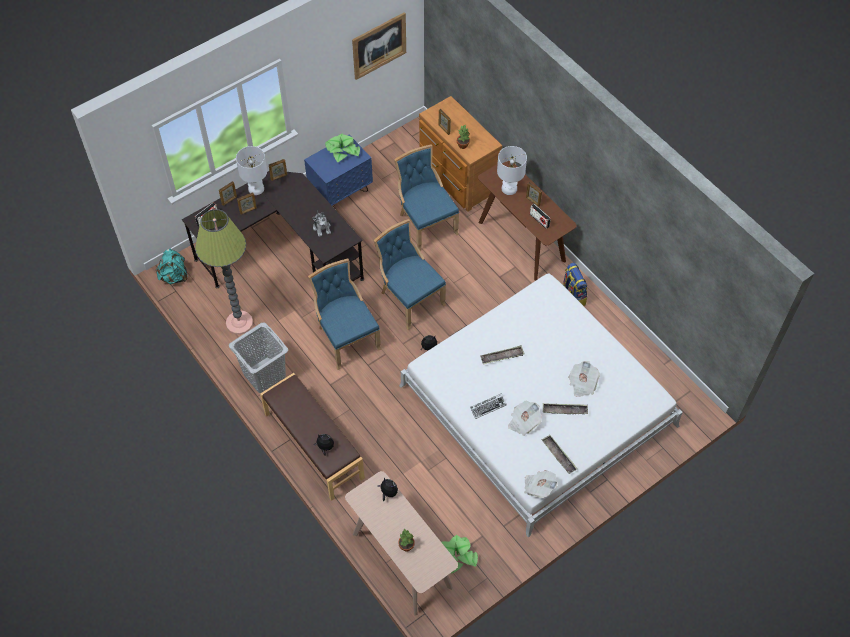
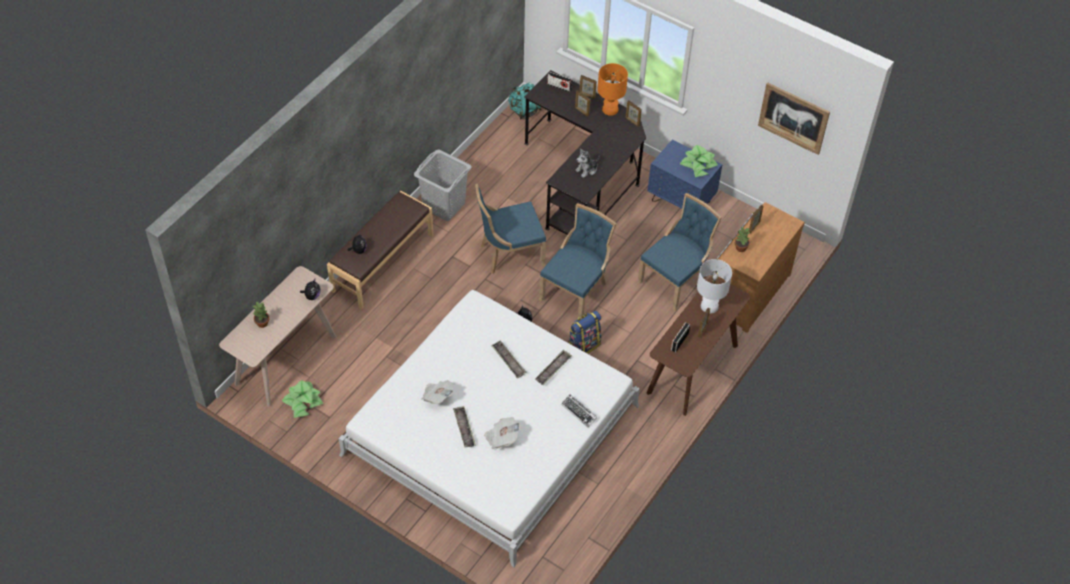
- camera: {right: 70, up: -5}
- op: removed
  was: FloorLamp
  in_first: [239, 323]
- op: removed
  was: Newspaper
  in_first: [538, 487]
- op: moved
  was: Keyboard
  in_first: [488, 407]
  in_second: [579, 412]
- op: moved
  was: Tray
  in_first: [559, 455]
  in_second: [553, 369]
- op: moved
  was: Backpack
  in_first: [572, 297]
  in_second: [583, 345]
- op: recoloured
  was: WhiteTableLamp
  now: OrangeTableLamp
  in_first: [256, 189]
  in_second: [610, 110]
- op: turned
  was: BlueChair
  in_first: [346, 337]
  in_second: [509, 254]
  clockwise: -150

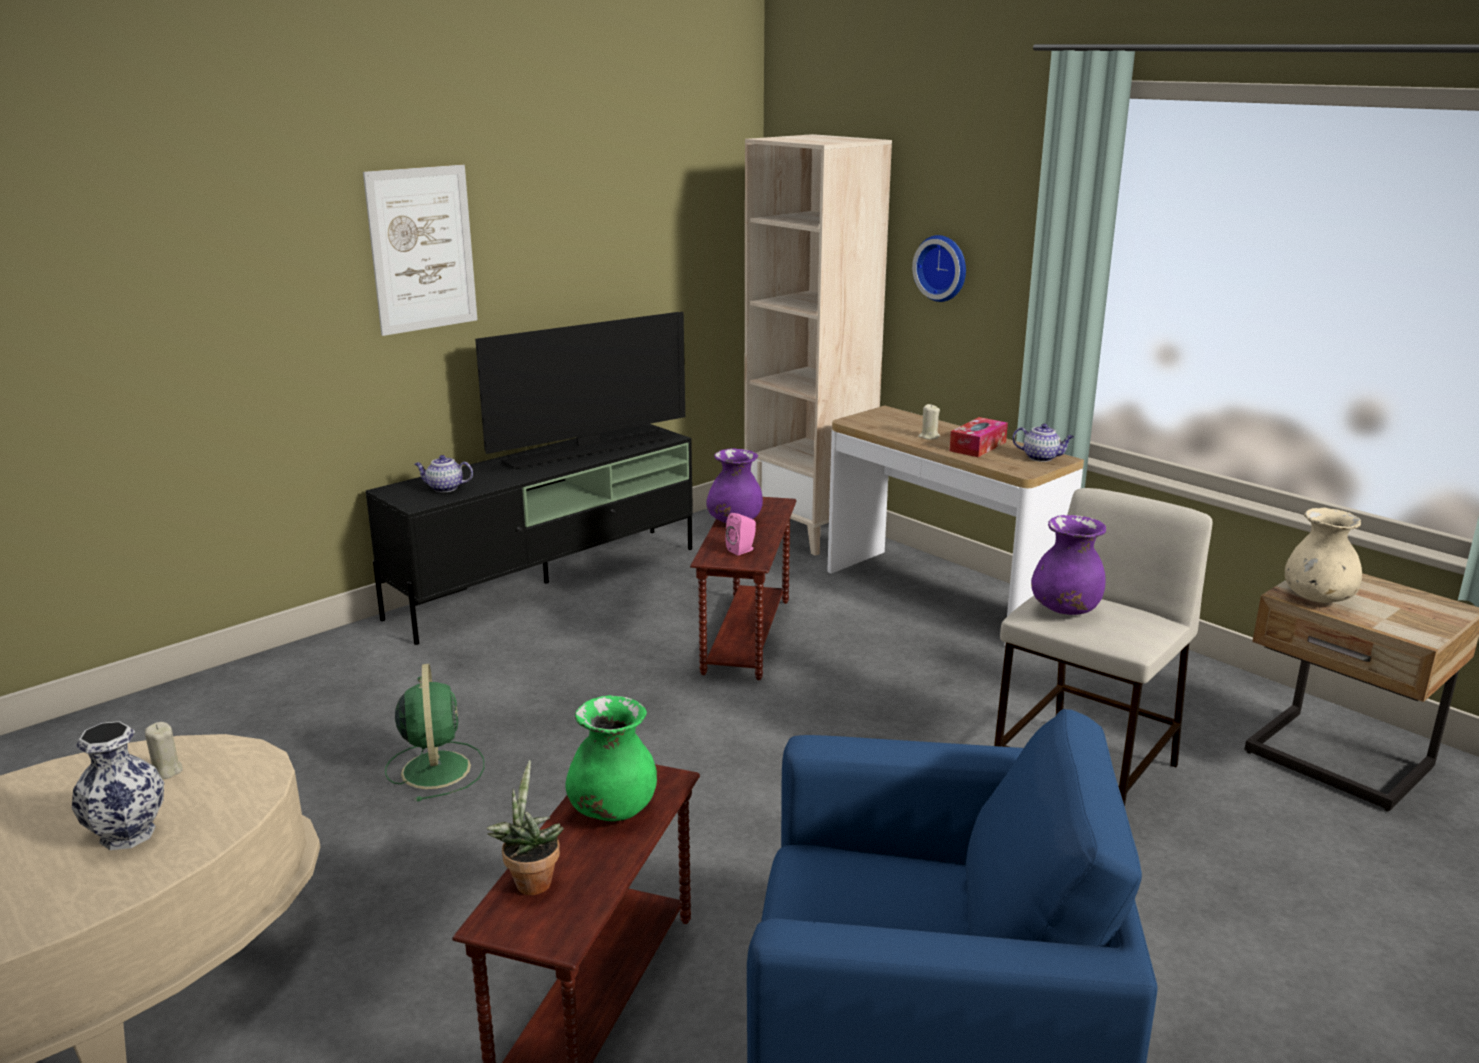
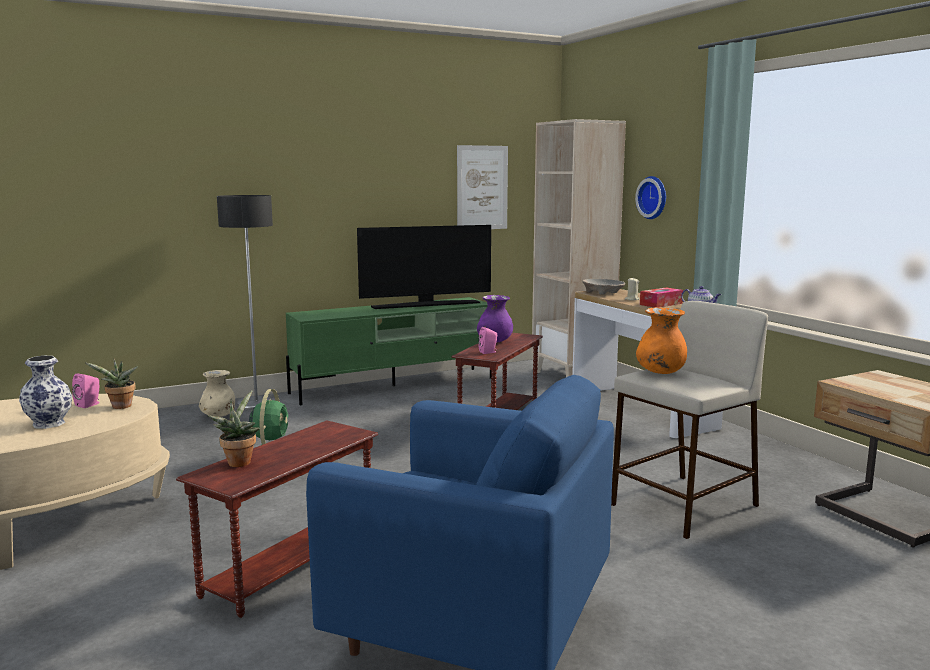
- camera: {right: 15, up: -10}
- op: removed
  was: Teapot
  in_first: [444, 488]
- op: removed
  was: GreenVase
  in_first: [612, 810]
- op: added
  now: PottedPlant
  in_second: [120, 407]
- op: added
  now: FloorLamp
  in_second: [256, 404]
- op: added
  now: BeigeBowl
  in_second: [603, 292]
- op: moved
  was: Picture
  in_first: [422, 249]
  in_second: [482, 188]
- op: moved
  was: BeigeVase
  in_first: [1317, 599]
  in_second: [218, 416]
- op: replaced
  was: BeigeCandle
  now: PinkSpeaker
  in_first: [165, 771]
  in_second: [89, 404]
- op: recoloured
  was: BlackTvStand
  now: GreenTvStand
  in_first: [548, 582]
  in_second: [395, 385]
- op: recoloured
  was: PurpleVase
  now: OrangeVase
  in_first: [1065, 610]
  in_second: [660, 372]

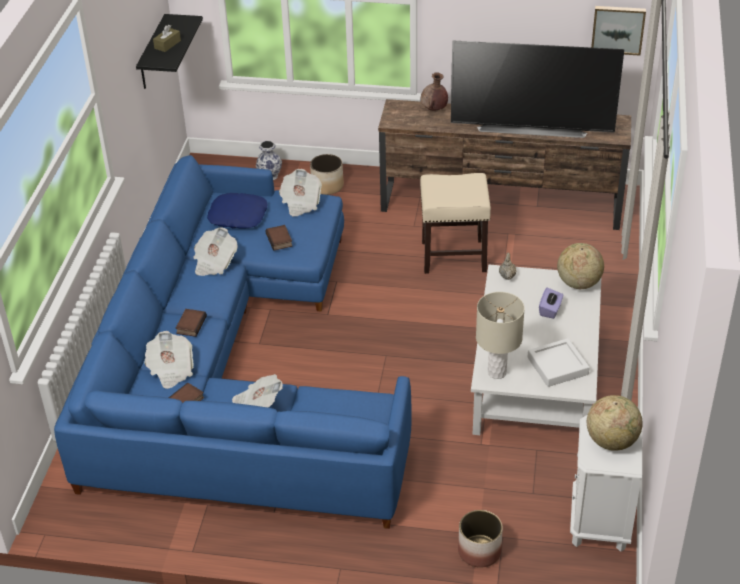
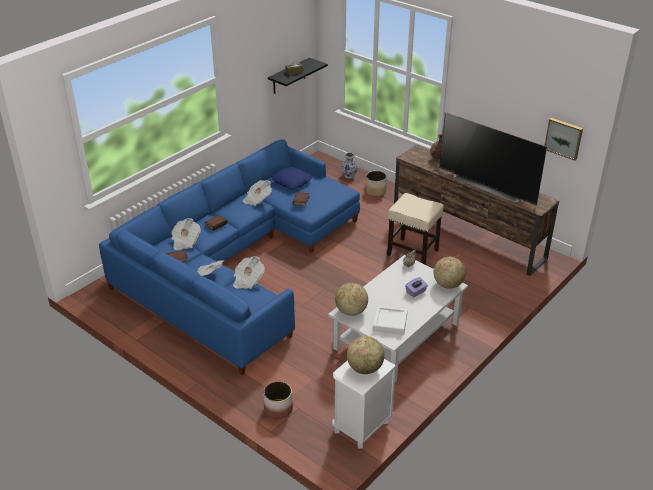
- camera: {right: 30, up: -5}
- op: moved
  was: Newspaper
  in_first: [300, 203]
  in_second: [247, 280]
- op: replaced
  was: BeigeTableLamp
  now: Globe
  in_first: [496, 372]
  in_second: [351, 311]

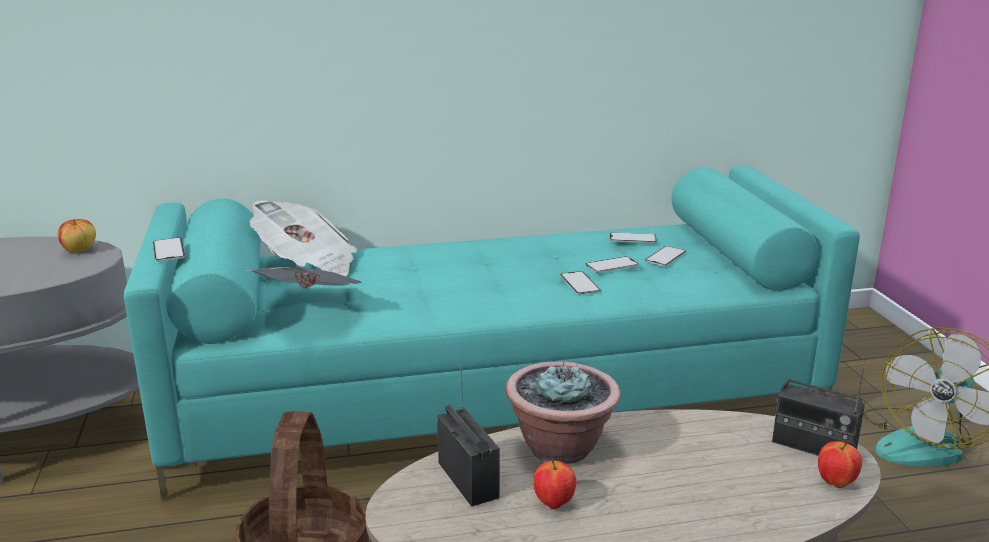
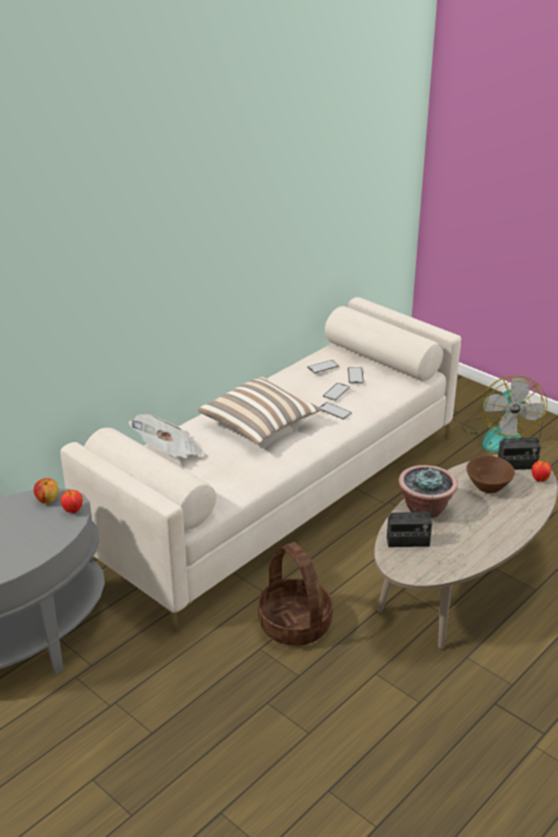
- camera: {right: -35, up: 10}
- op: removed
  was: Phone
  in_first: [168, 250]
- op: removed
  was: Newspaper
  in_first: [311, 306]
- op: added
  now: Pillow
  in_second: [259, 425]
- op: added
  now: BrownBowl
  in_second: [486, 487]
- op: moved
  was: Apple
  in_first: [554, 503]
  in_second: [73, 510]
- op: recoloured
  was: TurquoiseSofa
  now: BeigeSofa
  in_first: [496, 397]
  in_second: [279, 493]
- op: turned
  was: Radio
  in_first: [468, 480]
  in_second: [408, 542]
  clockwise: 150

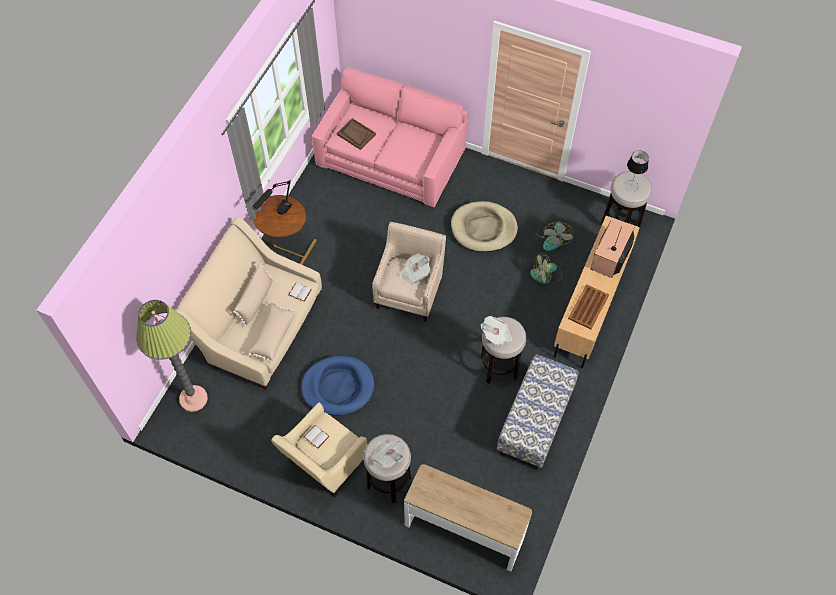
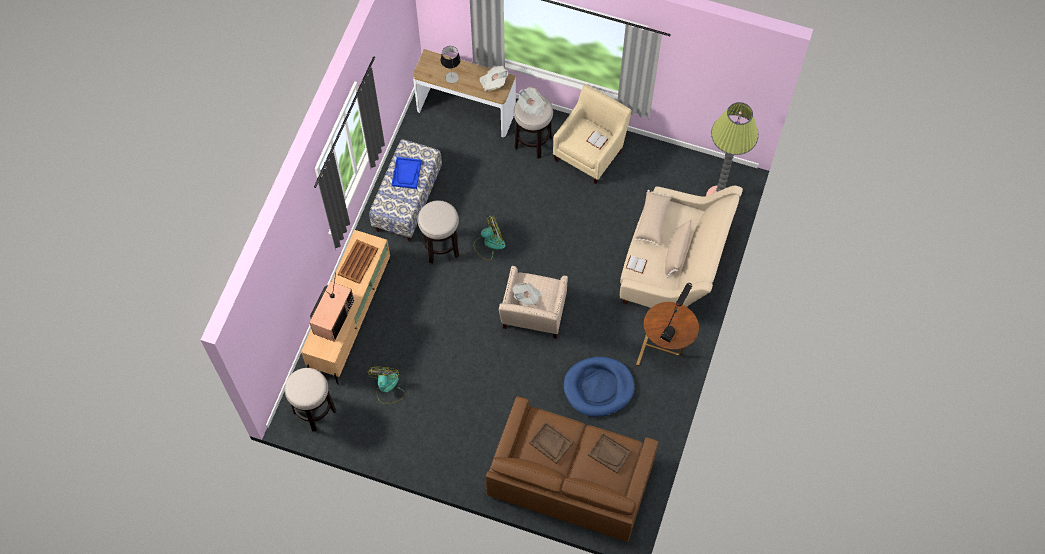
- camera: {right: 175, up: 5}
- op: removed
  was: BeigeDogBed
  in_first: [483, 228]
- op: added
  now: BlueTray
  in_second: [406, 173]
- op: added
  now: BrownTray
  in_second: [550, 443]
- op: moved
  was: BlueDogBed
  in_first: [338, 387]
  in_second: [598, 388]
- op: moved
  was: Newspaper
  in_first: [496, 335]
  in_second: [493, 82]
- op: moved
  was: Fan
  in_first: [546, 275]
  in_second: [489, 243]
- op: moved
  was: TableLamp
  in_first: [631, 186]
  in_second: [451, 77]
- op: recoloured
  was: PinkSofa
  now: BrownSofa
  in_first: [391, 157]
  in_second: [570, 477]

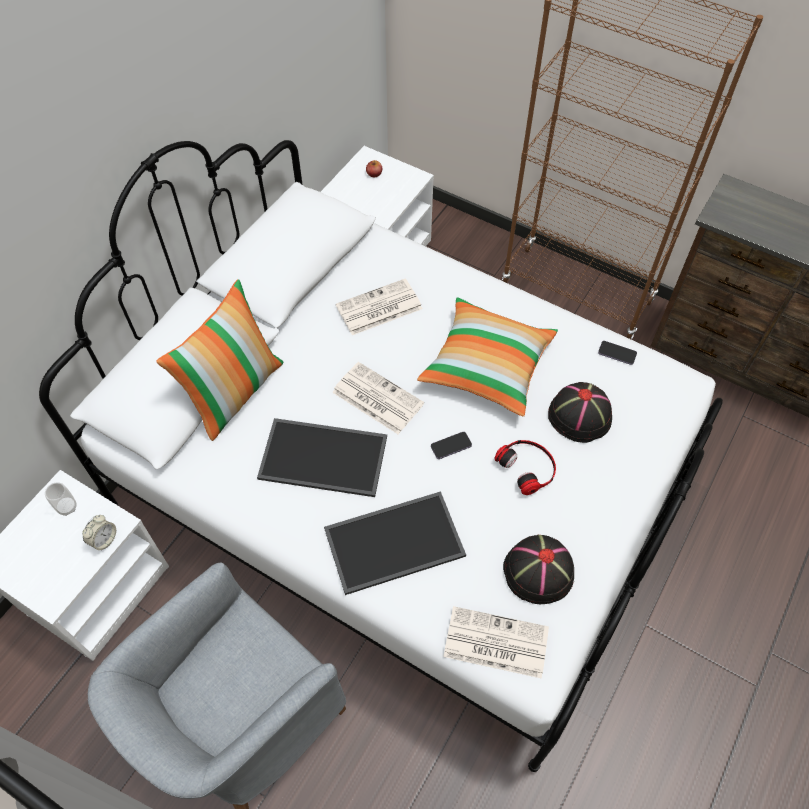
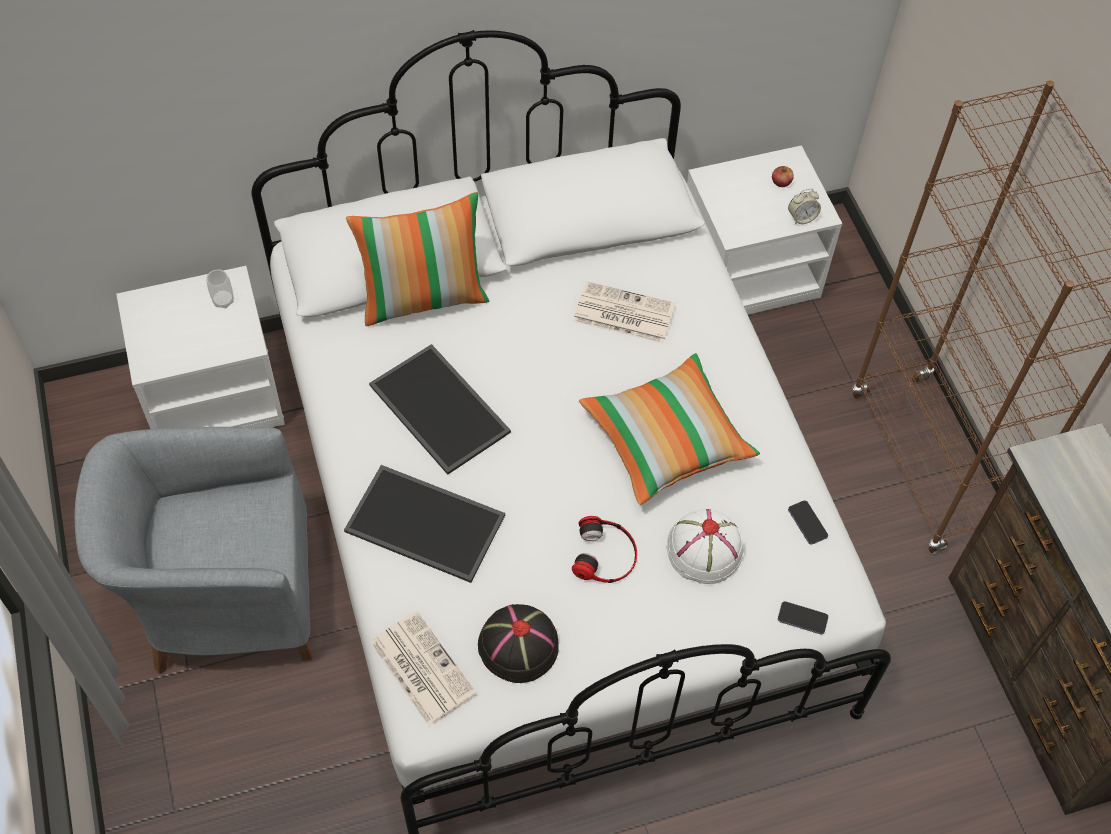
- camera: {right: 40, up: 0}
- op: removed
  was: Newspaper
  in_first: [376, 398]
- op: moved
  was: AlarmClock
  in_first: [104, 539]
  in_second: [801, 218]
- op: moved
  was: Phone
  in_first: [451, 446]
  in_second: [802, 618]
- op: recoloured
  was: BlackHat
  now: WhiteHat
  in_first: [580, 416]
  in_second: [704, 550]

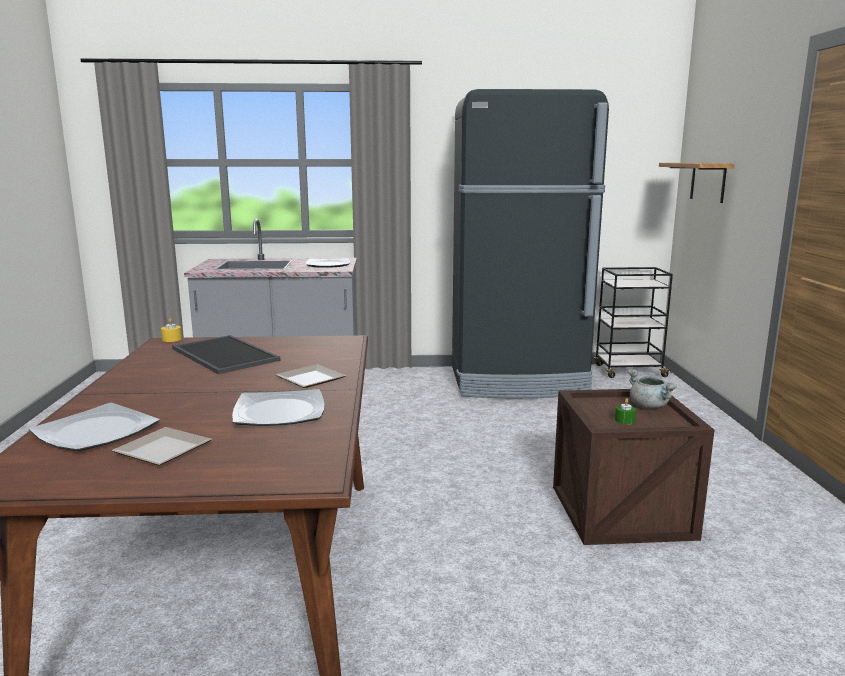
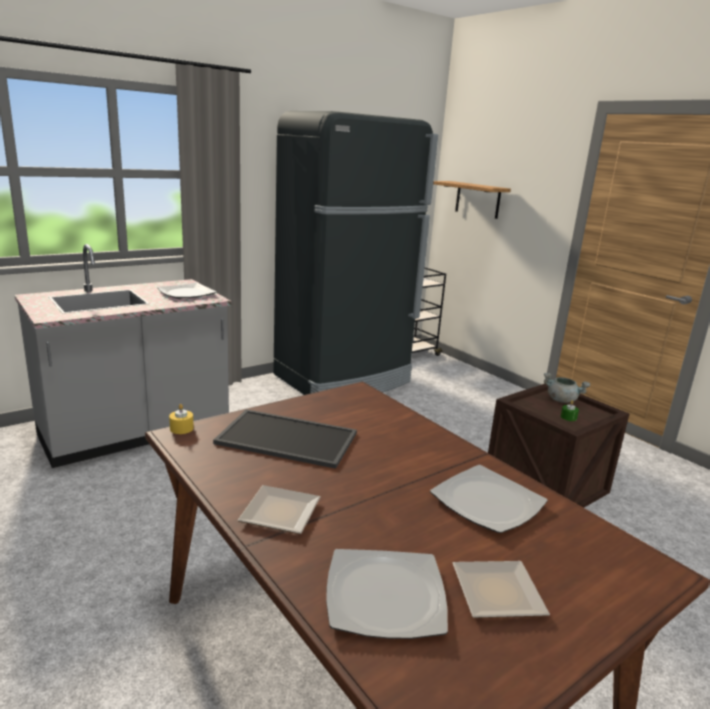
- camera: {right: -35, up: 5}
- op: moved
  was: Plate
  in_first: [308, 379]
  in_second: [277, 514]

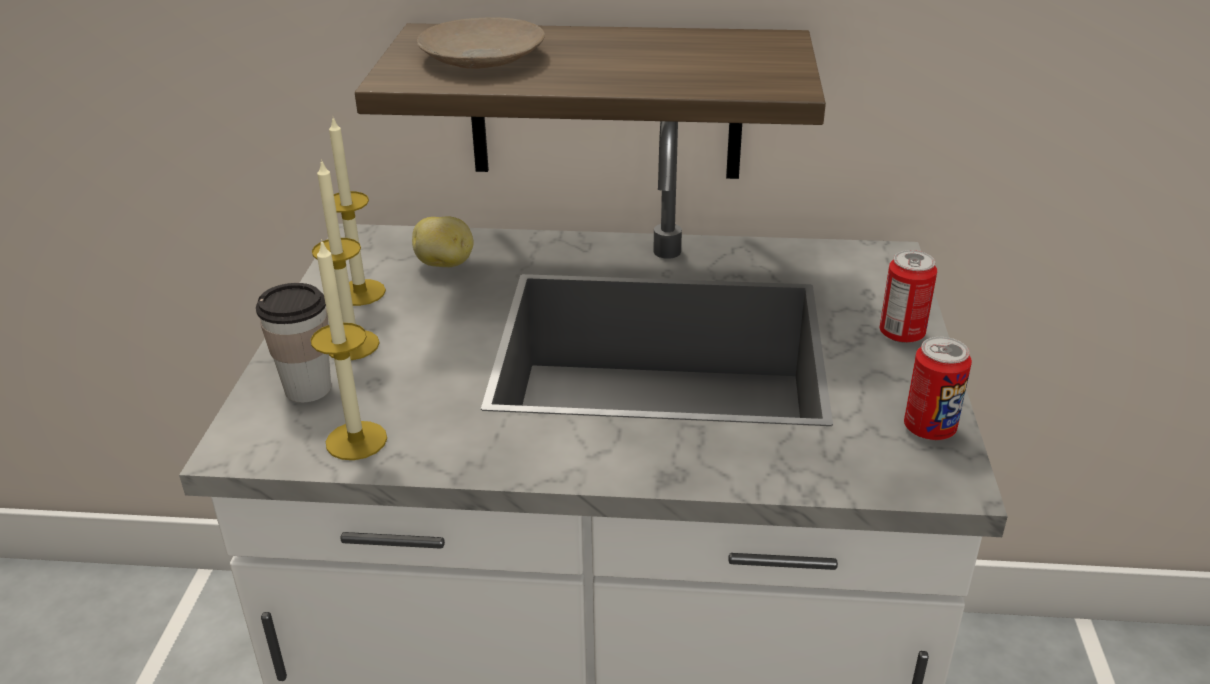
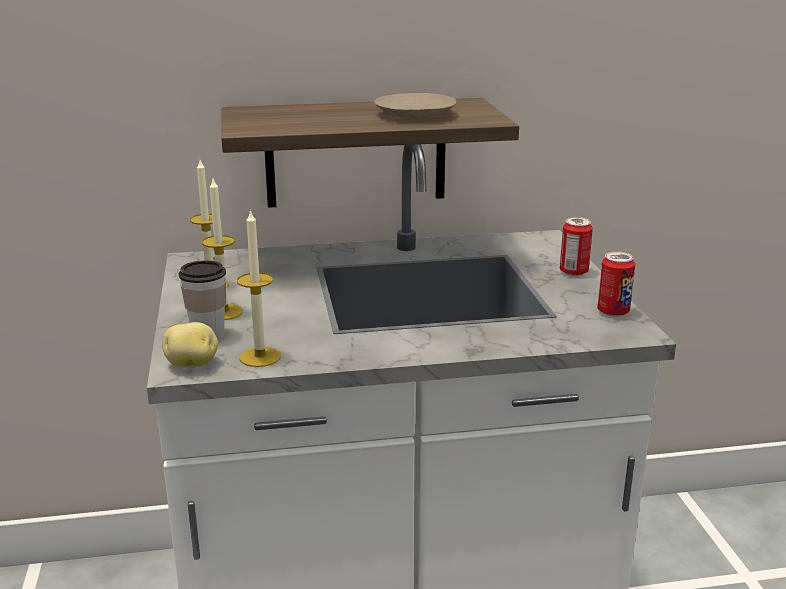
- camera: {right: -15, up: -10}
- op: moved
  was: Potato
  in_first: [445, 264]
  in_second: [192, 364]
- op: moved
  was: BeigePlate
  in_first: [482, 58]
  in_second: [415, 114]

